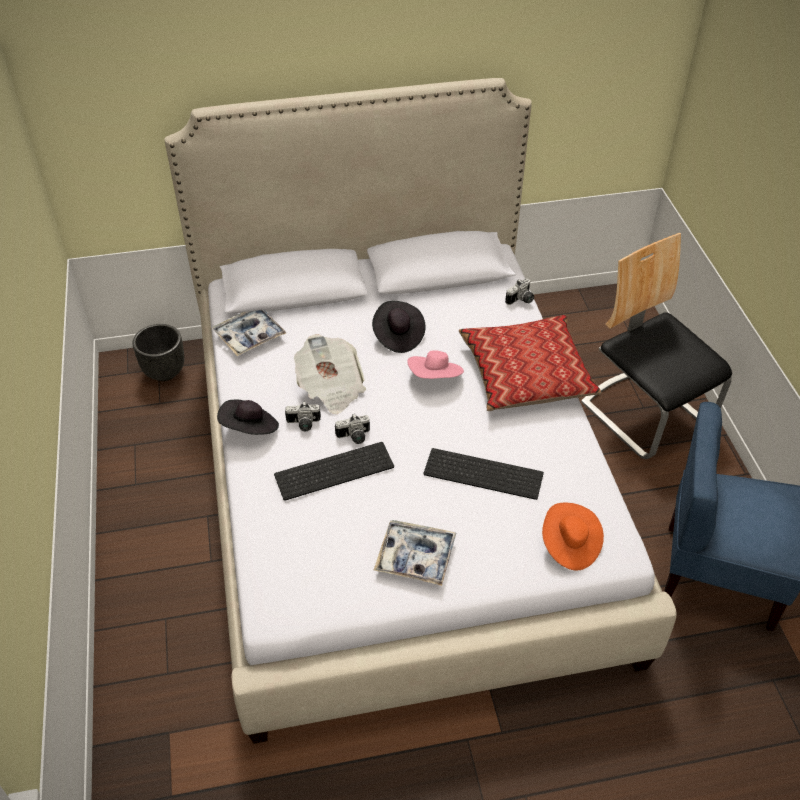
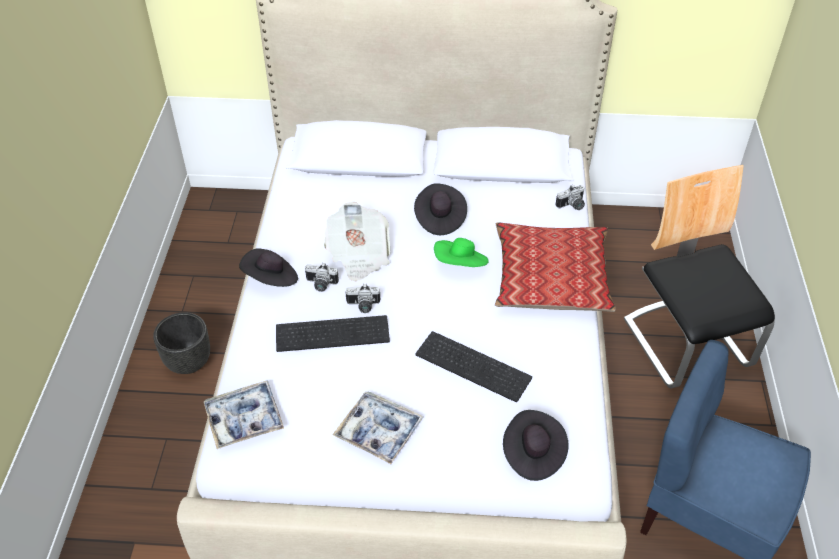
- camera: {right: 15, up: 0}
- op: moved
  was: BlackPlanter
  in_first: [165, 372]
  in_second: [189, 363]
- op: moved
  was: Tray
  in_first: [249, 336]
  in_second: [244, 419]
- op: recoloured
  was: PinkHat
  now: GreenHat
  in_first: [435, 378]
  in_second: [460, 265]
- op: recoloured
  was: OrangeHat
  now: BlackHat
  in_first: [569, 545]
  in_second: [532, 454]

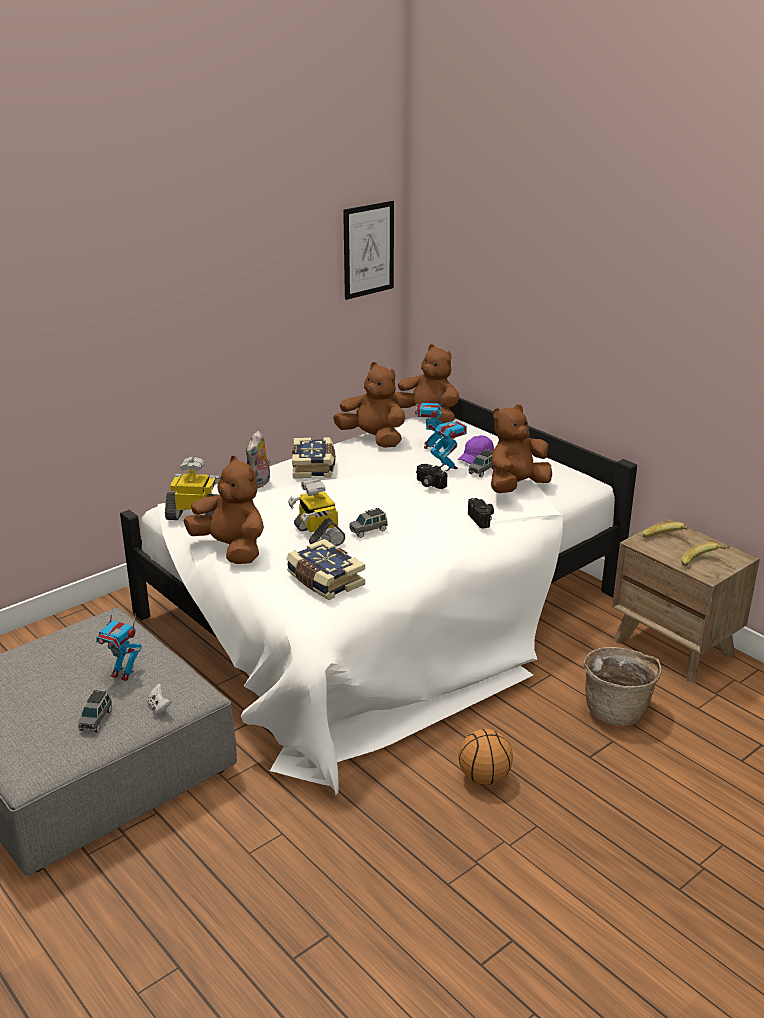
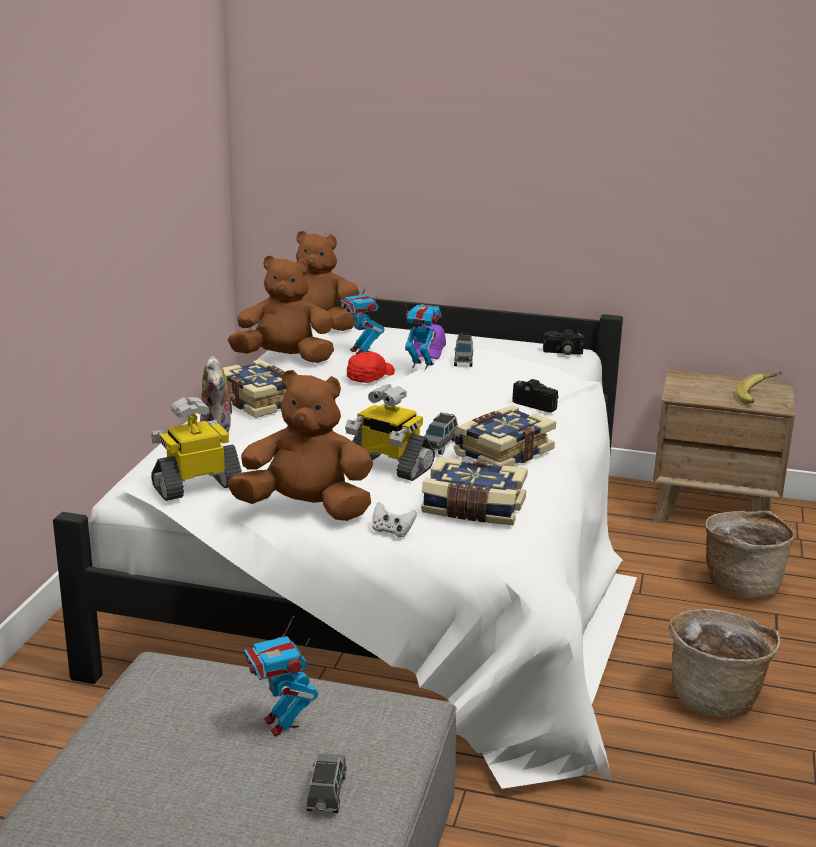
- camera: {right: -35, up: -5}
- op: removed
  was: Picture
  in_first: [368, 250]
- op: removed
  was: BrownPlushToy
  in_first: [516, 487]
- op: removed
  was: Banana
  in_first: [665, 540]
- op: added
  now: RedCap
  in_second: [369, 377]
- op: added
  now: Book
  in_second: [502, 452]
- op: moved
  was: WhiteGameController
  in_first: [159, 708]
  in_second: [392, 531]
- op: moved
  was: PhotoCamera
  in_first: [429, 484]
  in_second: [562, 353]
- op: replaced
  was: Basketball
  now: Basket
  in_first: [485, 777]
  in_second: [715, 697]
- op: turned
  was: GreyToyCar
  in_first: [96, 720]
  in_second: [326, 794]
  clockwise: -150
- op: turned
  was: ToyRobot
  in_first: [123, 674]
  in_second: [281, 724]
  clockwise: 75

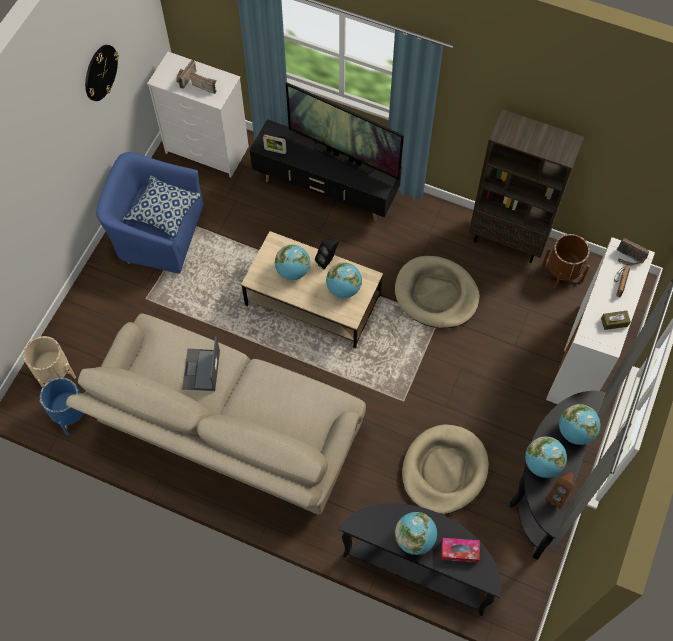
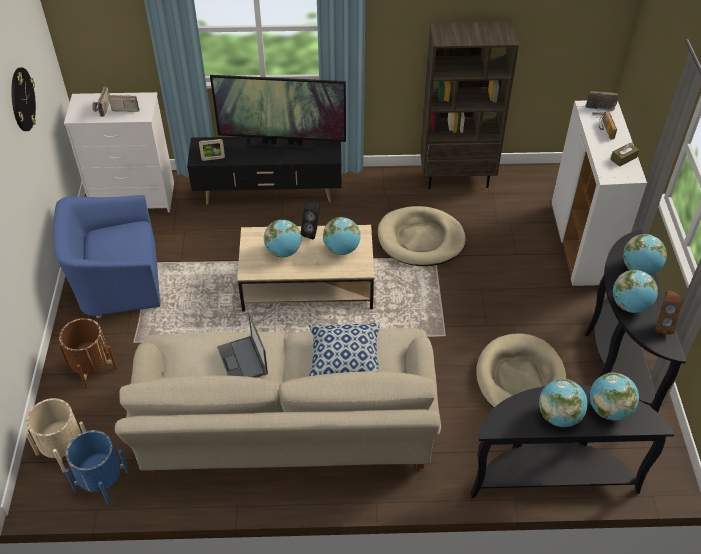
- camera: {right: -25, up: -15}
- op: moved
  was: Pillow
  in_first: [163, 212]
  in_second: [344, 360]
- op: moved
  was: BrownPlanter
  in_first: [562, 272]
  in_second: [92, 367]
- op: replaced
  was: TissueBox
  now: Globe
  in_first: [459, 551]
  in_second: [609, 409]

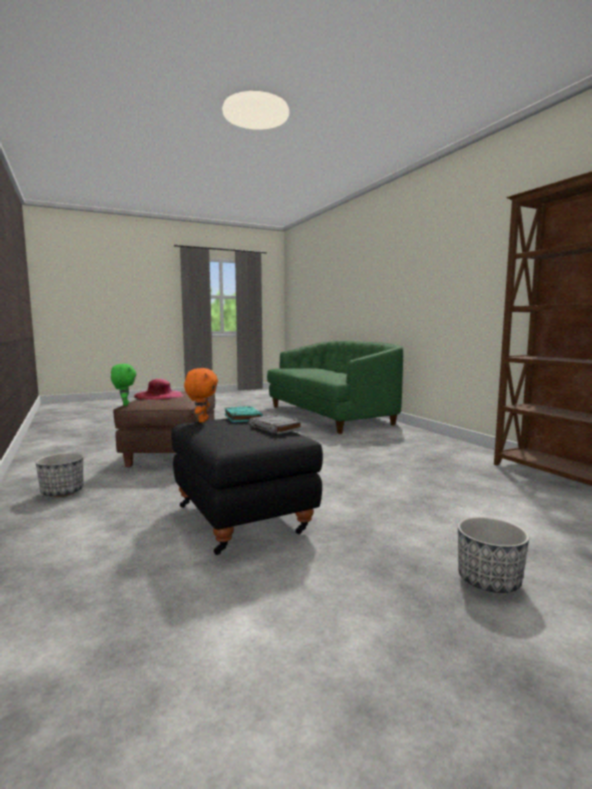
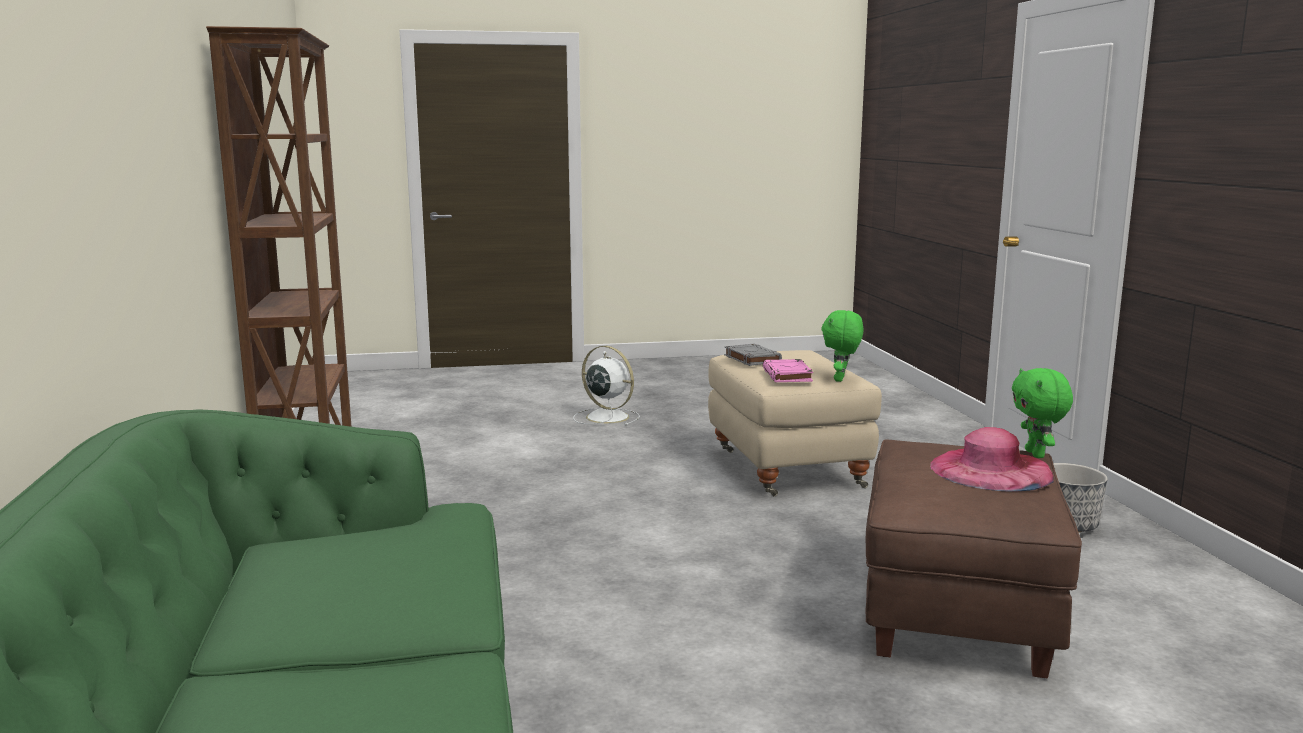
- camera: {right: -165, up: 5}
- op: replaced
  was: Planter
  now: WhiteFan
  in_first: [489, 581]
  in_second: [606, 417]
- op: recoloured
  was: BlackOttoman
  now: BeigeOttoman
  in_first: [244, 518]
  in_second: [785, 469]
- op: recoloured
  was: OrangePlushToy
  now: GreenPlushToy
  in_first: [202, 421]
  in_second: [841, 379]
- op: recoloured
  was: TurquoiseBook
  now: PinkBook
  in_first: [242, 417]
  in_second: [787, 375]

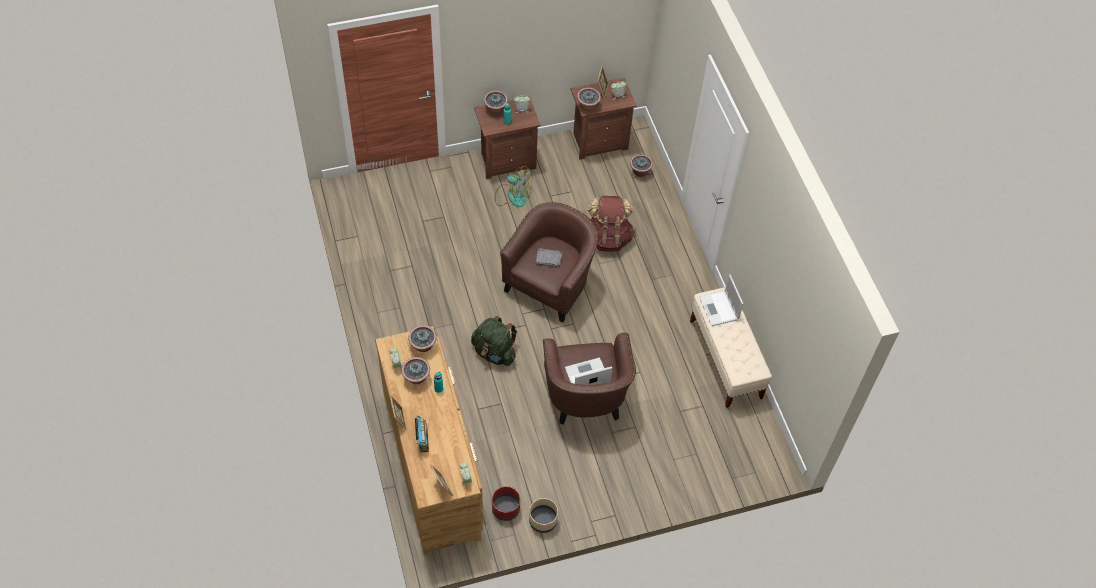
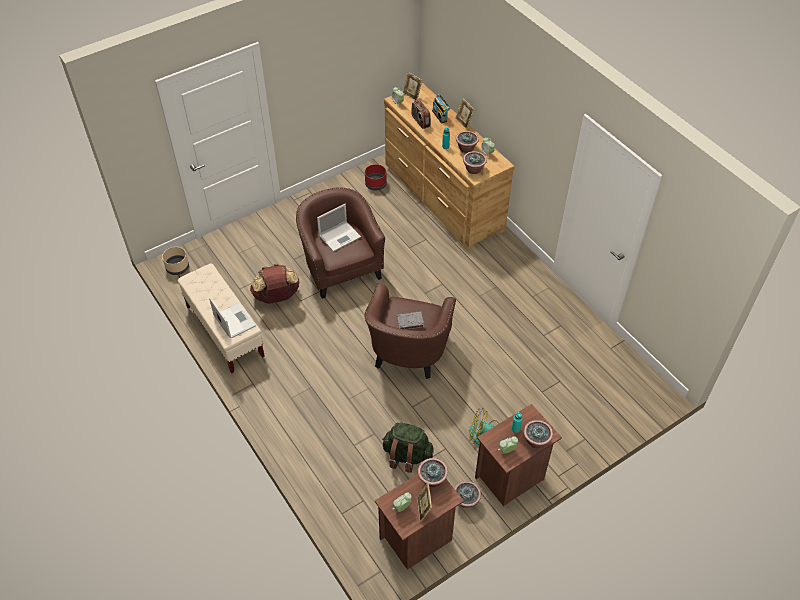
- camera: {right: 165, up: -5}
- op: added
  now: Radio
  in_second: [420, 121]
- op: moved
  was: GreenBackpack
  in_first: [494, 353]
  in_second: [407, 456]
- op: moved
  was: BeigePlanter
  in_first: [543, 520]
  in_second: [177, 268]
- op: moved
  was: BrownBackpack
  in_first: [608, 238]
  in_second: [276, 297]
- op: moved
  was: PottedPlant
  in_first: [640, 172]
  in_second: [466, 501]

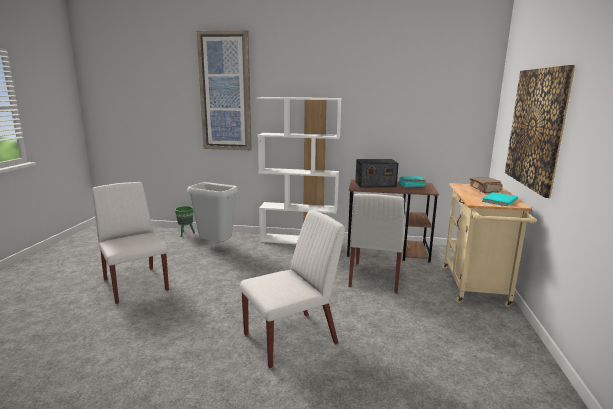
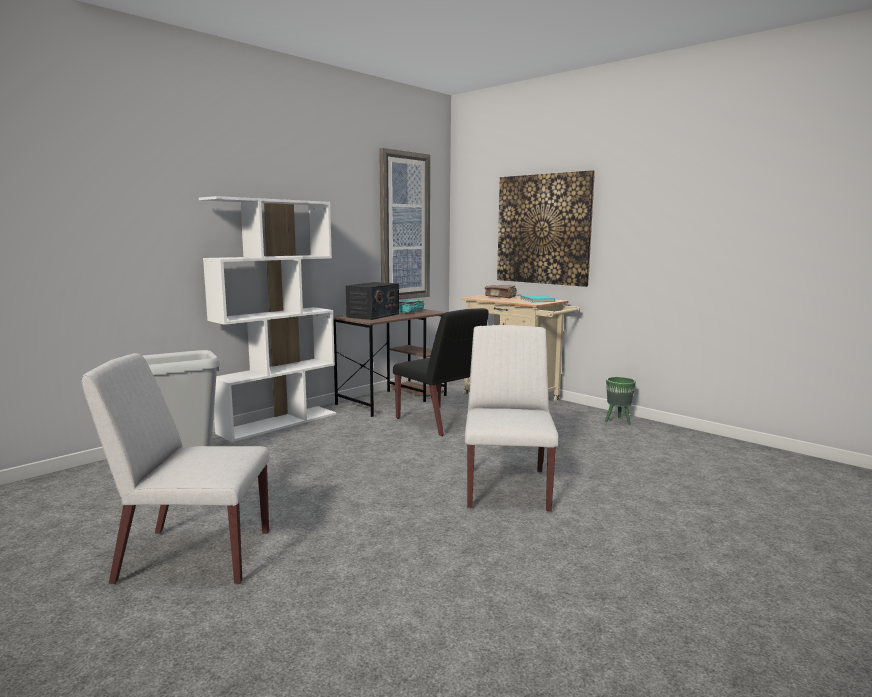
- camera: {right: -55, up: -5}
- op: moved
  was: GreenPlanter
  in_first: [186, 234]
  in_second: [618, 421]
- op: moved
  was: Picture
  in_first: [225, 92]
  in_second: [404, 226]
- op: recoloured
  was: WhiteChair
  now: BlackChair
  in_first: [375, 278]
  in_second: [440, 421]

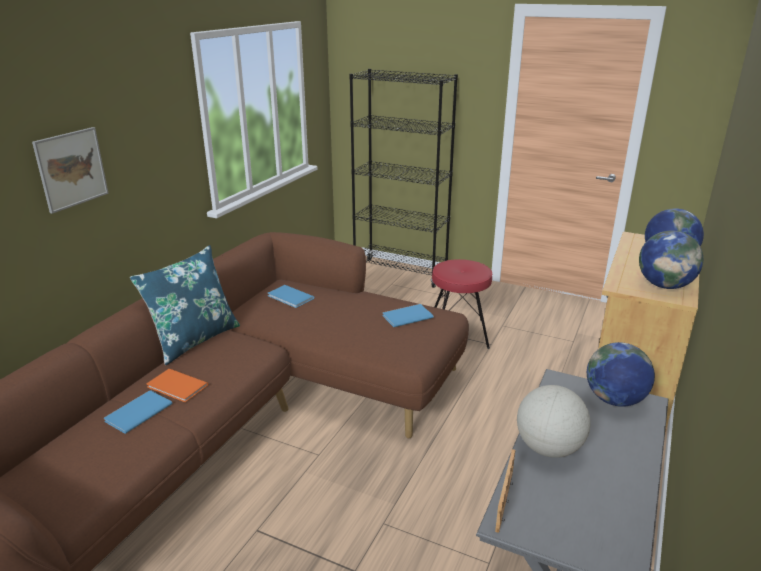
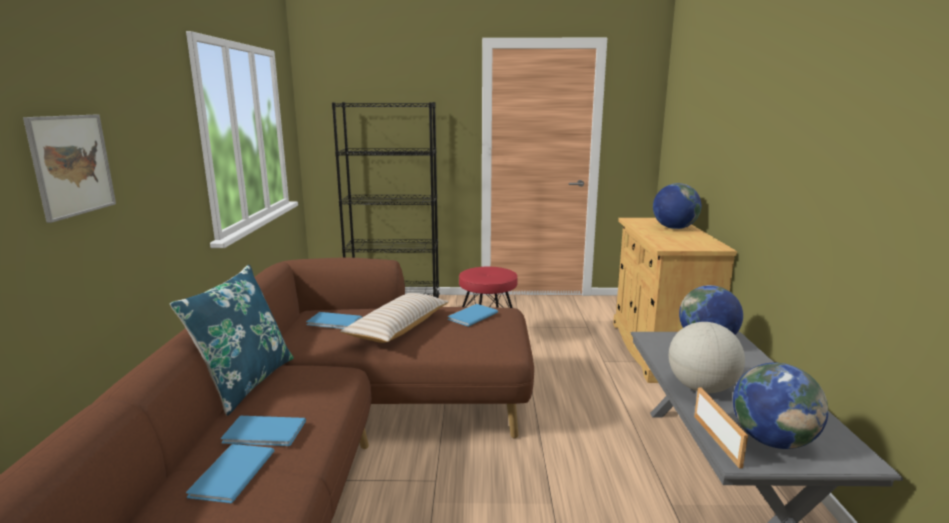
- camera: {right: -25, up: -10}
- op: added
  now: BeigePillow
  in_second: [398, 328]
- op: moved
  was: Globe
  in_first: [664, 285]
  in_second: [772, 440]
- op: recoloured
  was: OrangeBook
  now: BlueBook
  in_first: [177, 387]
  in_second: [265, 433]

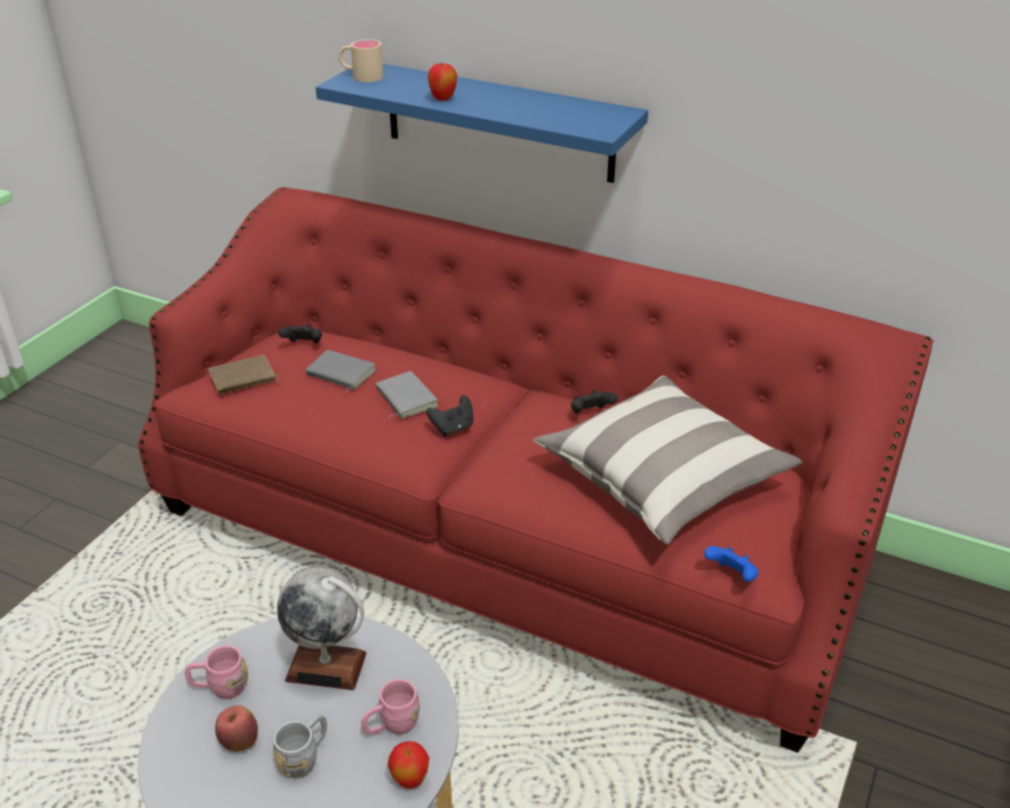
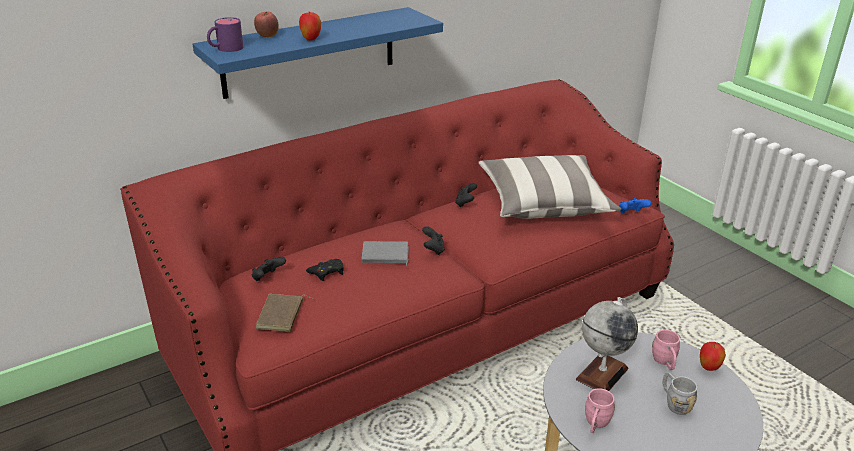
- camera: {right: -60, up: -5}
- op: moved
  was: Apple
  in_first: [239, 742]
  in_second: [267, 36]
- op: replaced
  was: GreyBook
  now: BlackGameController
  in_first: [339, 374]
  in_second: [327, 272]
- op: recoloured
  was: BeigeMug
  now: PurpleMug
  in_first: [361, 76]
  in_second: [225, 49]

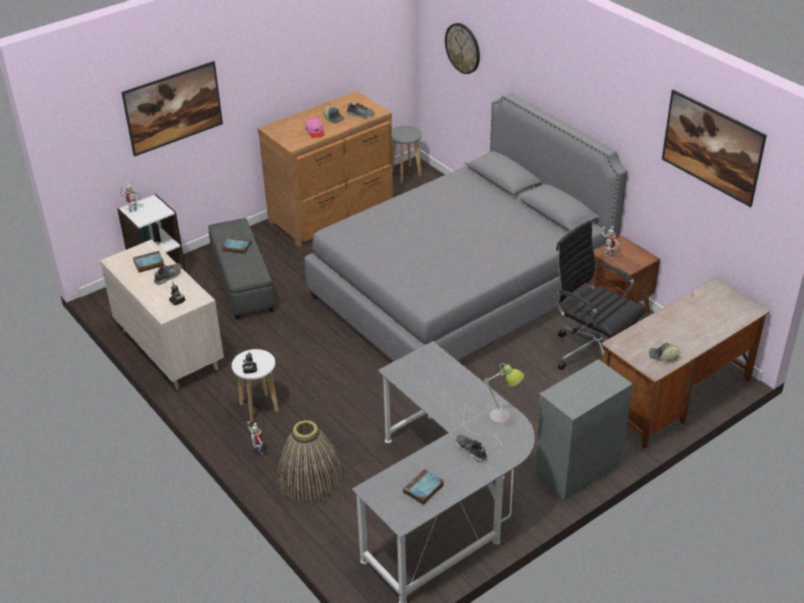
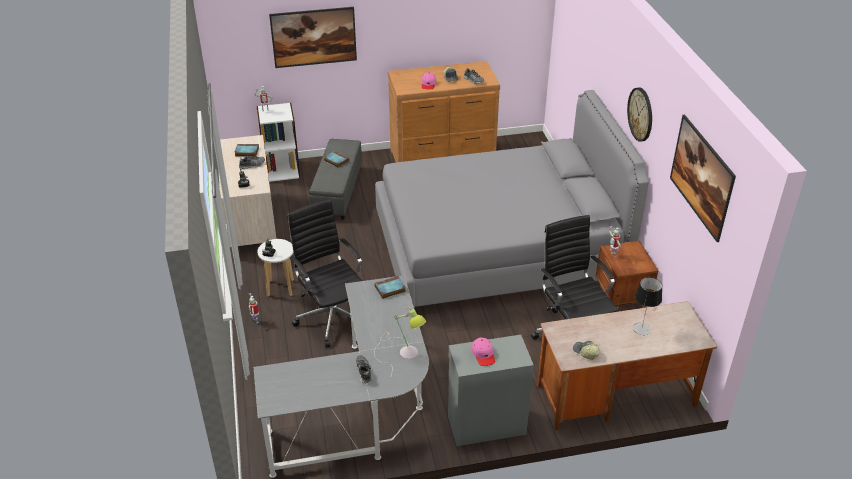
- camera: {right: 25, up: 0}
- op: removed
  was: Basket
  in_first: [310, 478]
- op: removed
  was: GreyStool
  in_first: [406, 174]
- op: added
  now: BlackOfficeChair
  in_second: [332, 317]
- op: added
  now: PinkCap
  in_second: [483, 354]
- op: added
  now: TableLamp
  in_second: [642, 329]
- op: moved
  was: Book
  in_first: [423, 490]
  in_second: [389, 289]
- op: moved
  was: WallClock
  in_first: [463, 48]
  in_second: [640, 114]

